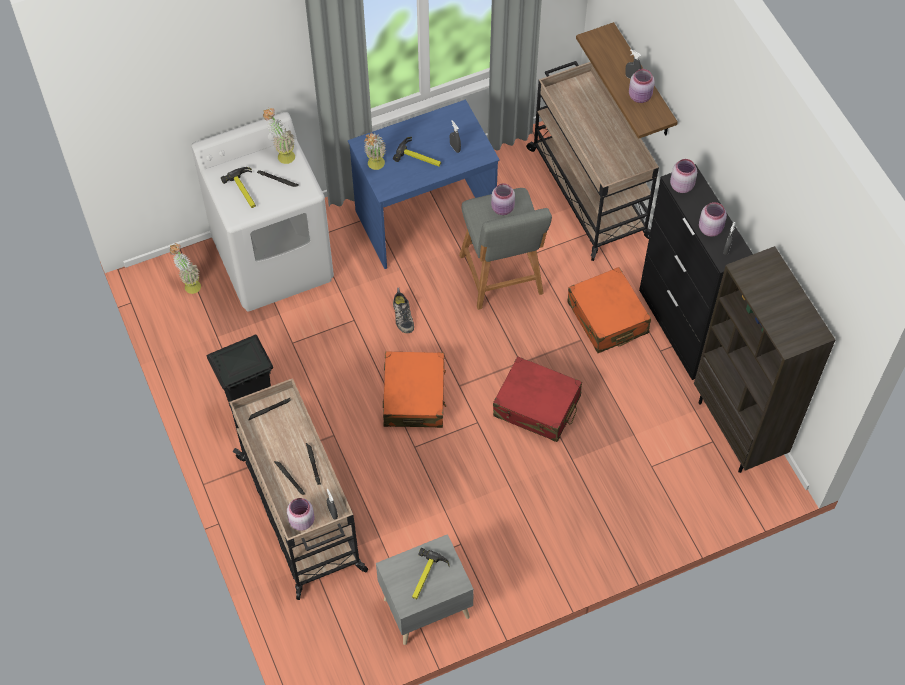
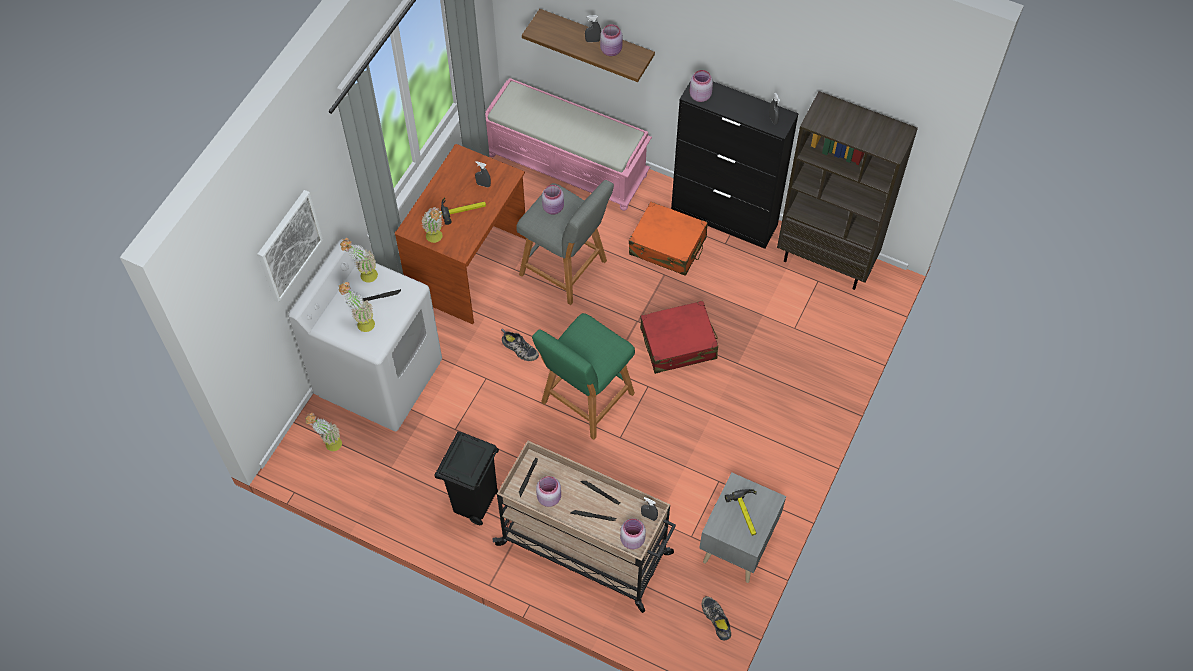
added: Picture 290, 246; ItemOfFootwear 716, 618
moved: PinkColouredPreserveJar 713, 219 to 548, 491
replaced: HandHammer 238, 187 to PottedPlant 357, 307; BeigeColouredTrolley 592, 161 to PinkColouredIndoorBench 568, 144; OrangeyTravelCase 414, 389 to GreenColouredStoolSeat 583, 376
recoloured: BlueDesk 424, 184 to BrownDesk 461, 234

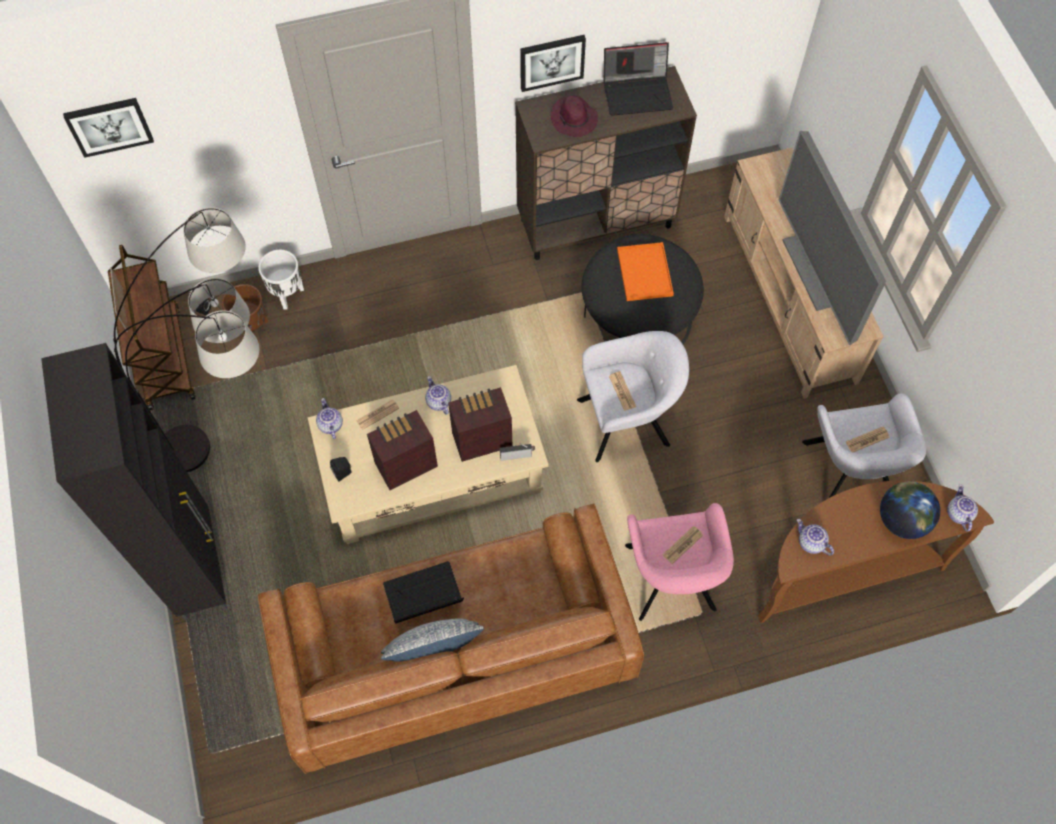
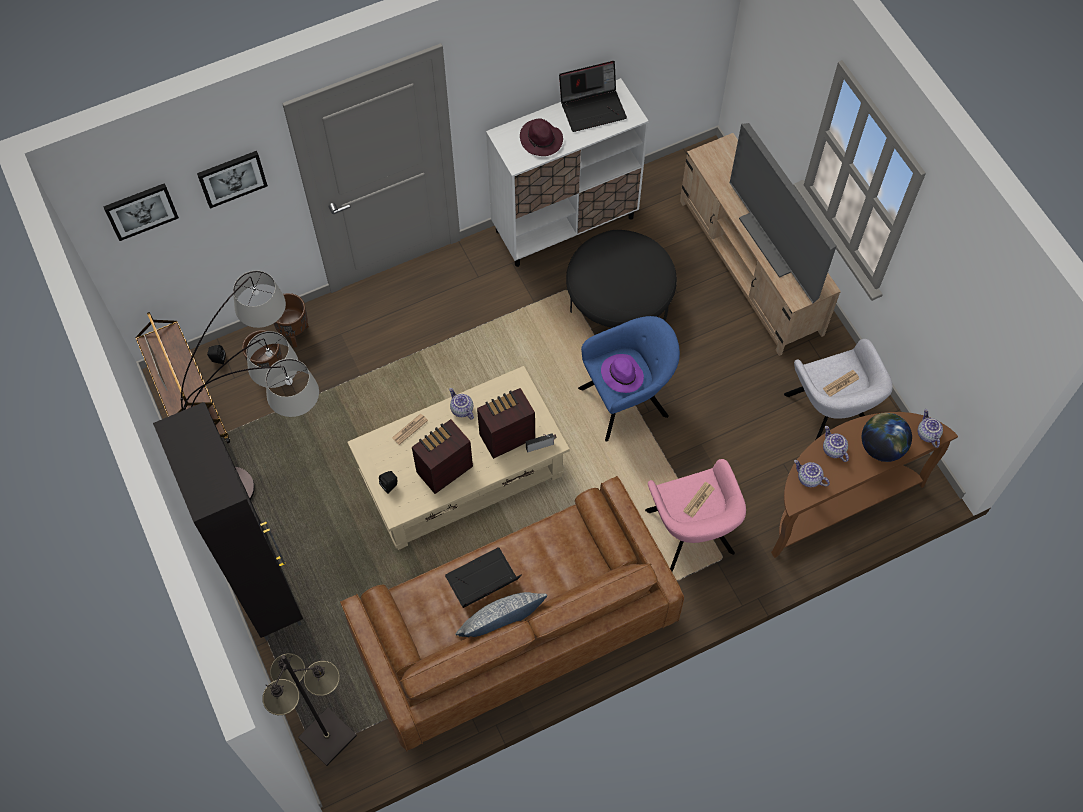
removed: OrangeyCarryingTray 645, 271
added: BlackishStandardLamp 309, 709
moved: Picture 553, 63 to 232, 180; TeaPot 329, 418 to 836, 444
replaced: DailyPaper 622, 391 to PurpleHat 622, 373
recoloured: WhiteColouredPlanter 281, 280 to BrownPlanter 291, 320; BrownStorageCabinet 606, 163 to WhiteColouredStorageCabinet 567, 172; GreyishArmchair 633, 396 to BlueArmchair 629, 379

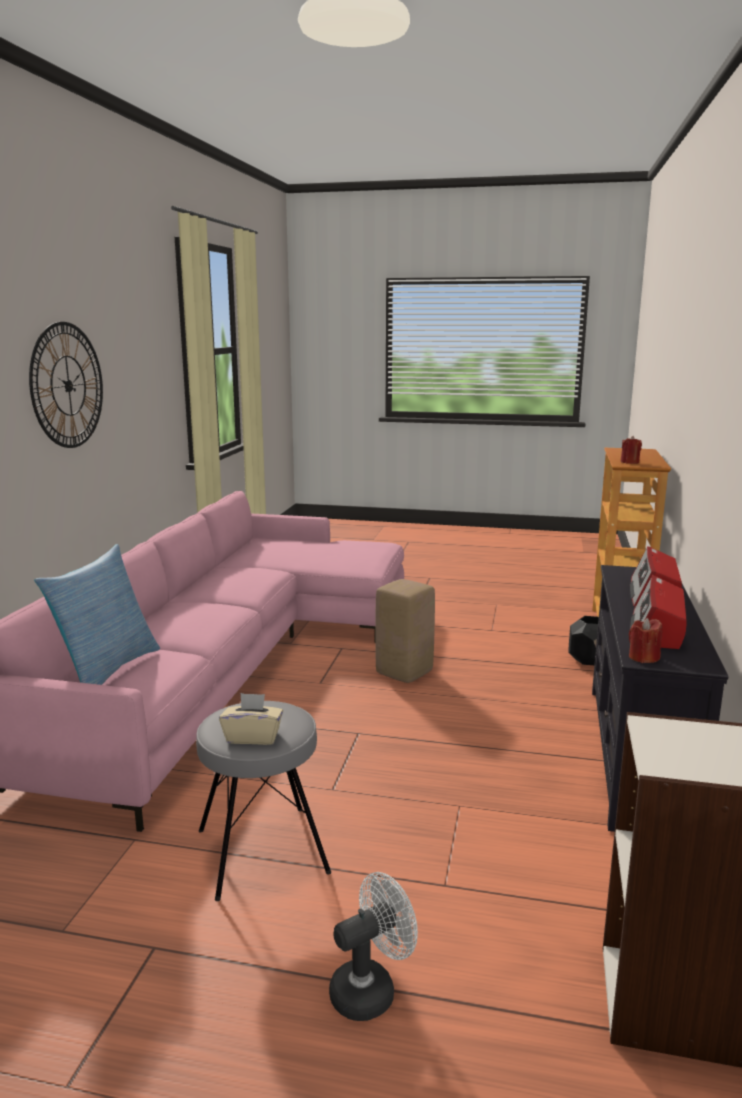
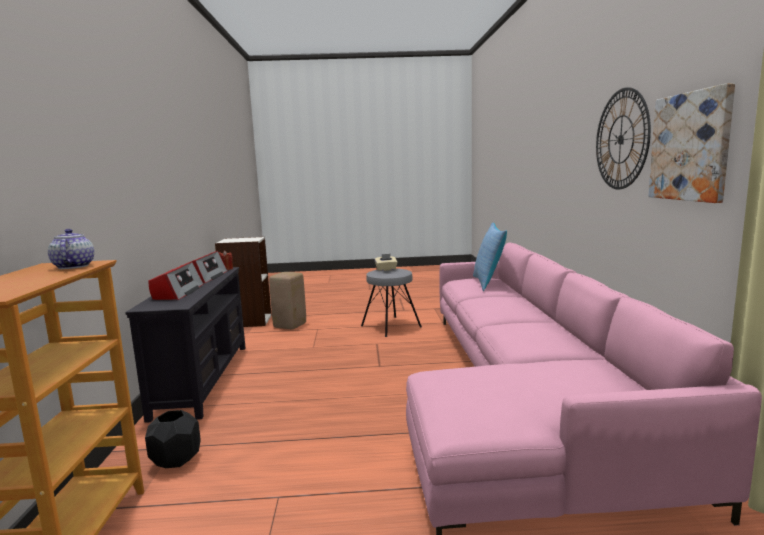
removed: WhiteColouredCoolingFan 373, 946
added: Picture 692, 143
moved: BeigeColouredStoolSeat 405, 631 to 287, 300
replaced: RedColouredWaxCandle 631, 450 to TeaPot 71, 249

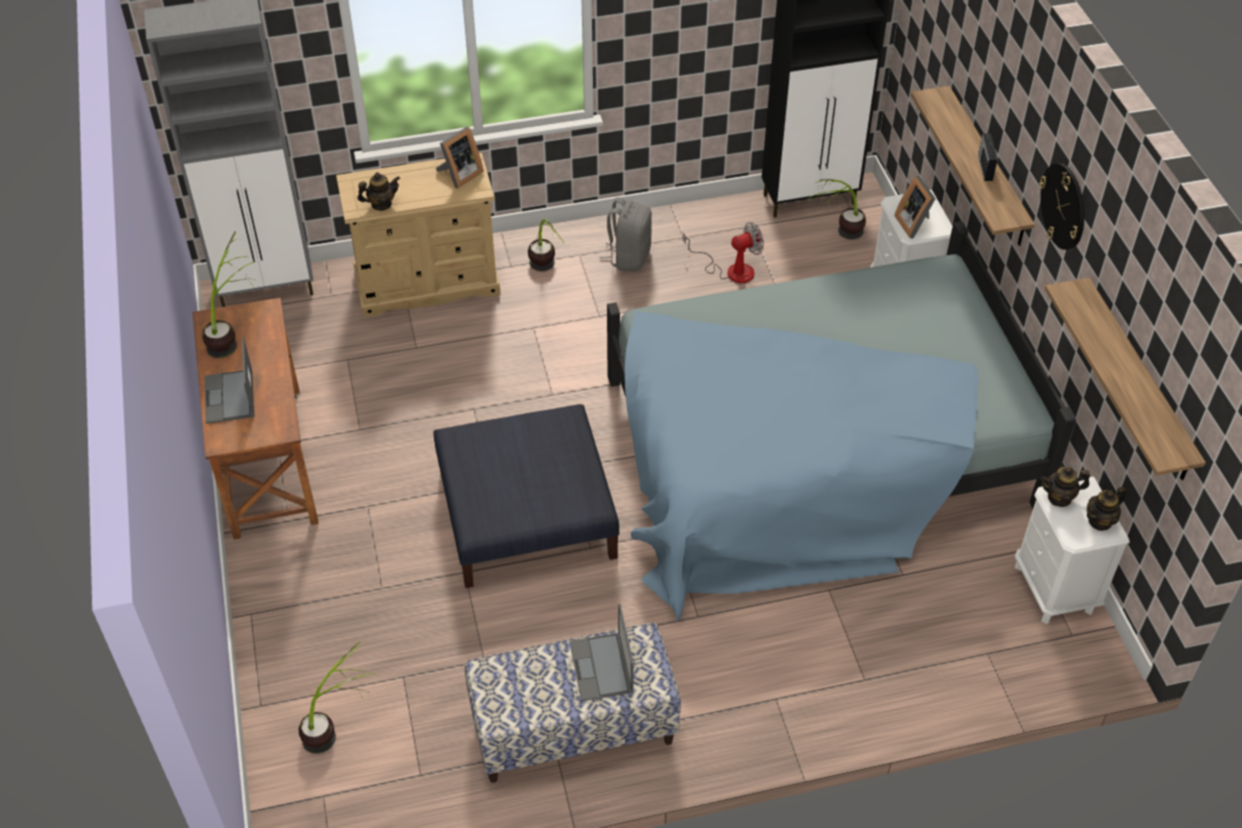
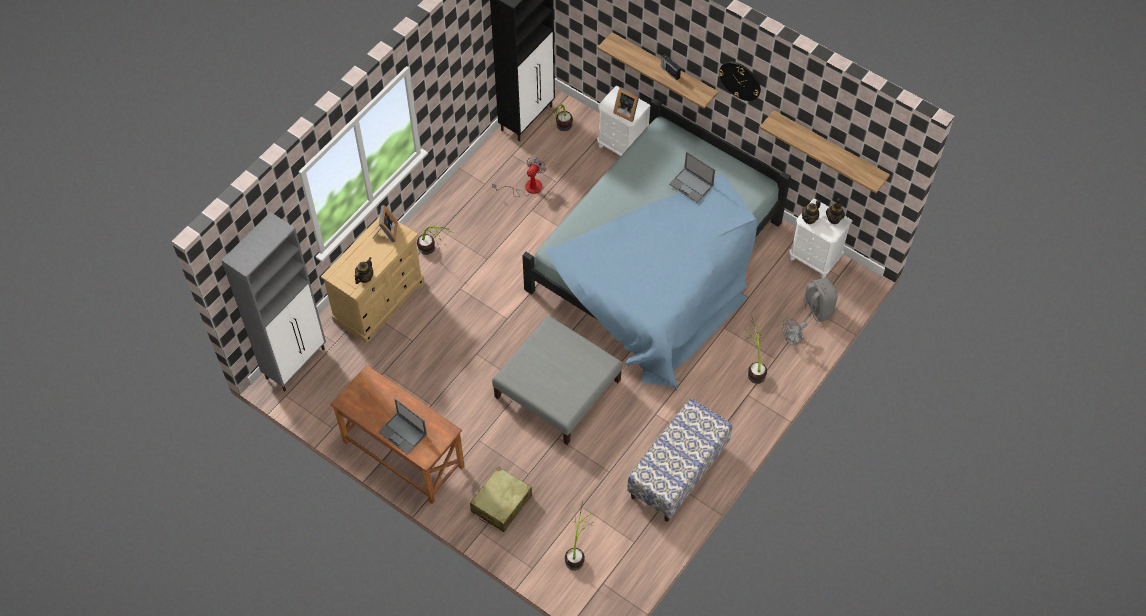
added: BeigeColouredTravelCase 501, 499; GreyishCoolingFan 794, 332
moved: PortableComputer 602, 652 to 692, 177; PottedPlant 229, 294 to 755, 350; GreyishBackpack 626, 234 to 817, 300
recoloured: BlueOttoman 526, 496 to GreyishOttoman 557, 380

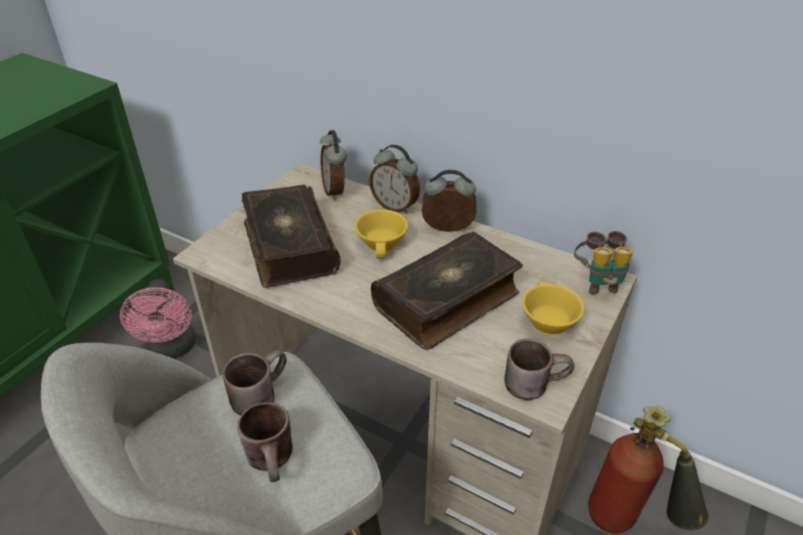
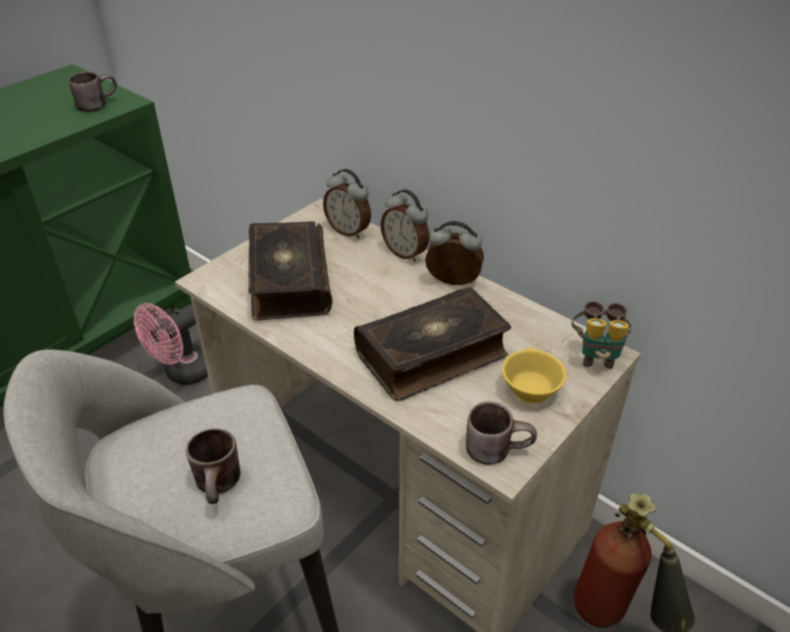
removed: YellowSmallCup 381, 234
moved: BrownMug 255, 382 to 93, 92
turned: PinkColouredCoolingFan 158, 318 = 170, 344 45 degrees clockwise; AlarmClock 333, 165 = 347, 204 45 degrees counterclockwise

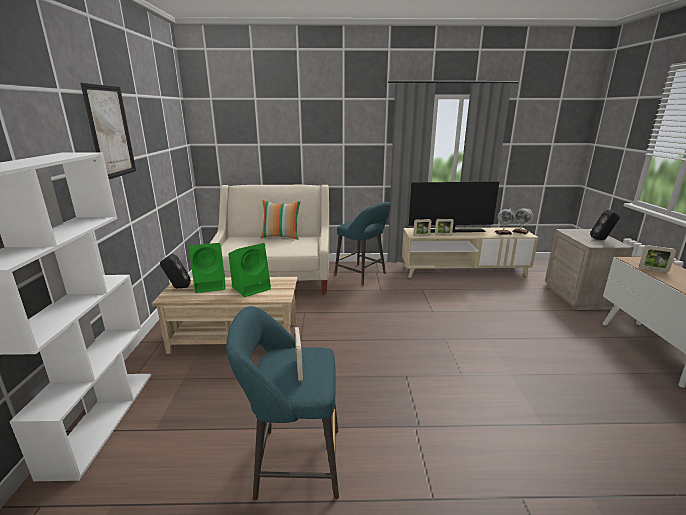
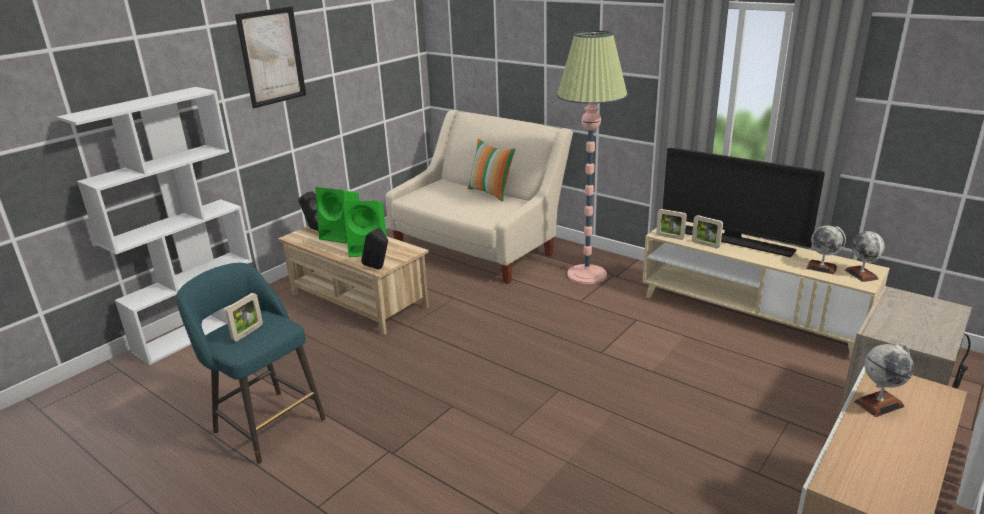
moved: BlackishLoudspeaker 605, 225 to 374, 248
replaced: TurquoiseStoolSeat 362, 244 to StandardLamp 592, 157; PhotoFrame 657, 258 to DeskGlobe 884, 380

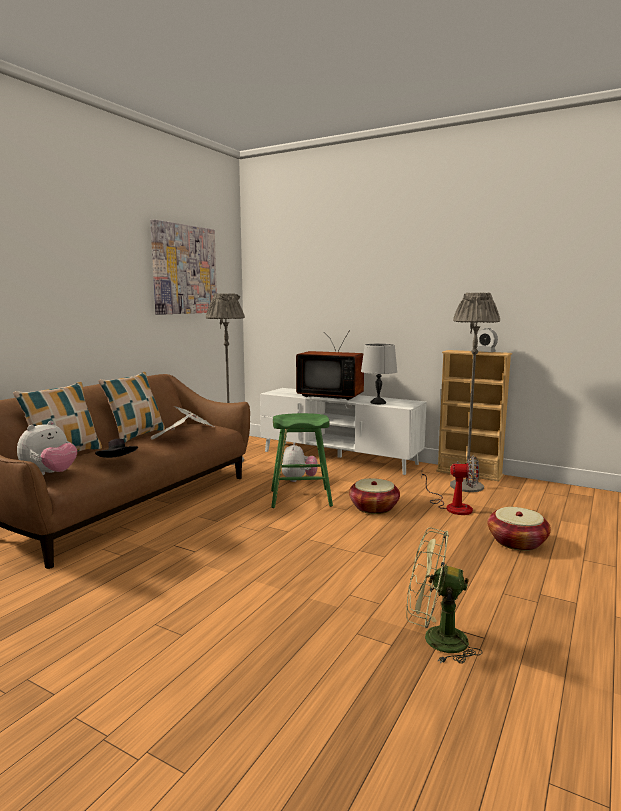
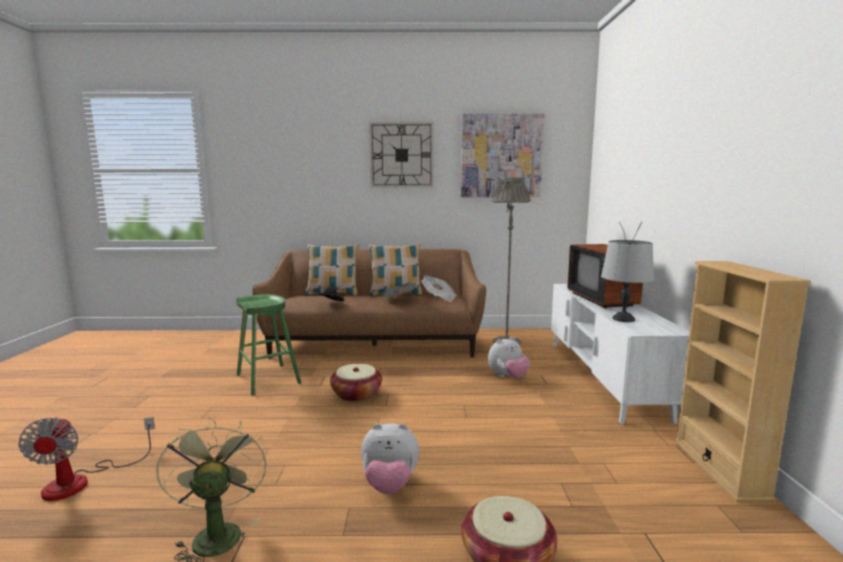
removed: GreyishStandardLamp 475, 392; AlarmClock 487, 340
added: ClockOnTheWall 401, 155
moved: CoolingFan 450, 485 to 86, 459; GreenColouredStoolSeat 302, 460 to 268, 344; StorageBasket 374, 496 to 356, 383; CuddlyToy 47, 448 to 390, 458

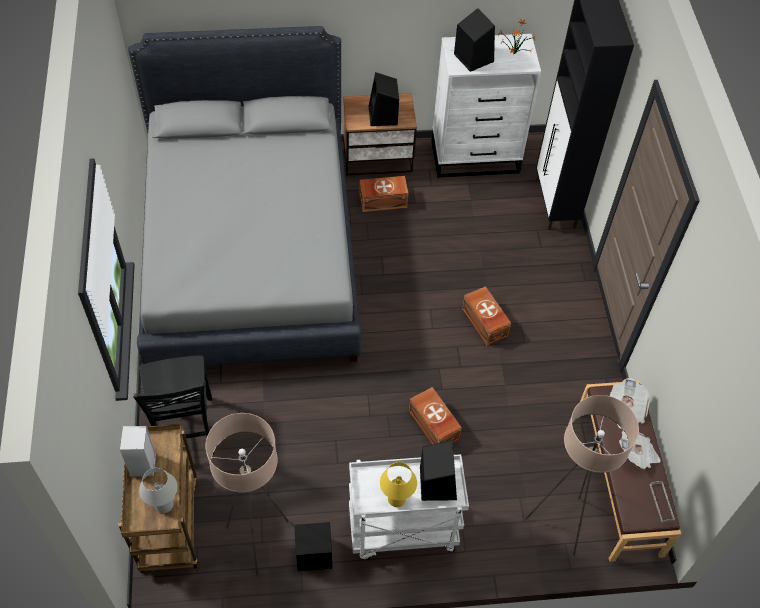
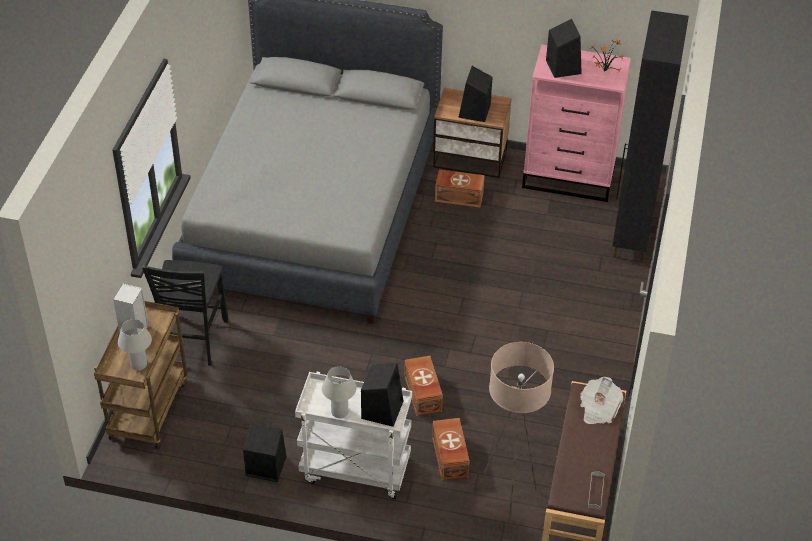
removed: BeigeColouredStandardLamp 247, 494; DailyPaper 640, 450
moved: BrownStorageBin 486, 316 to 450, 449
recoloured: YellowLampForATable 398, 484 to WhiteColouredLampForATable 339, 392; WhiteColouredDresser 486, 106 to PinkColouredDresser 576, 123

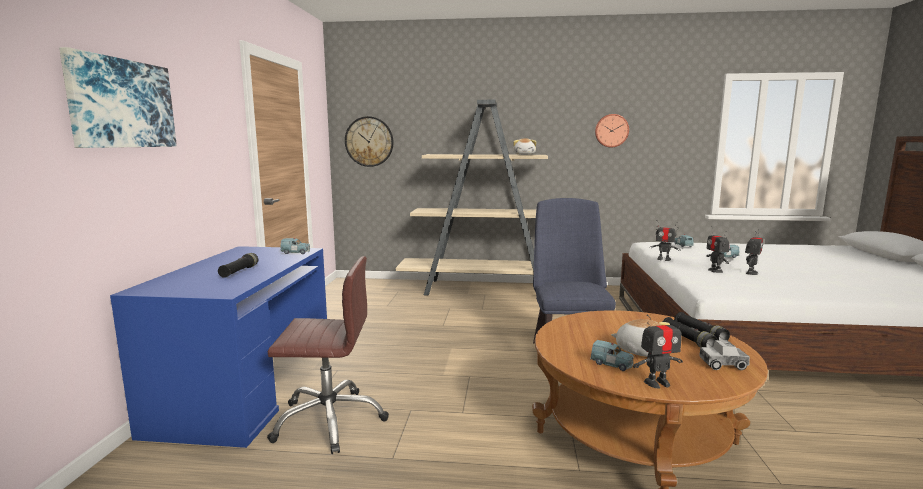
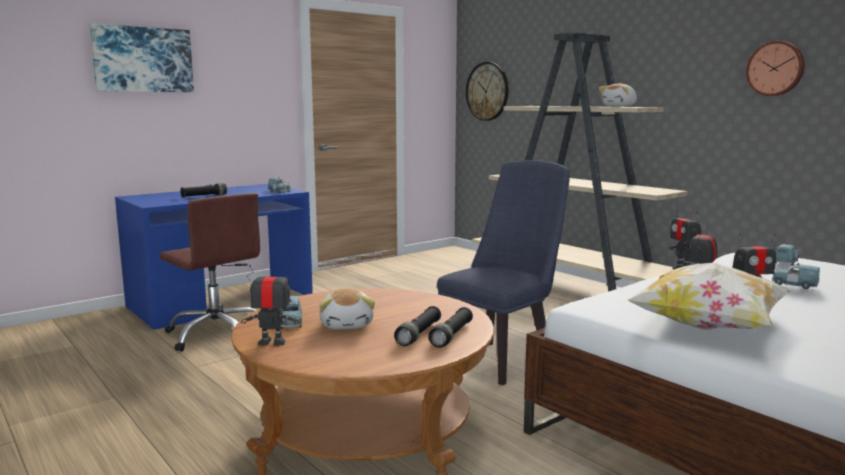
removed: ModelTruck 724, 355
added: ThrowPillow 709, 296
turned: ModelRobot 658, 351 = 271, 304 150 degrees clockwise

